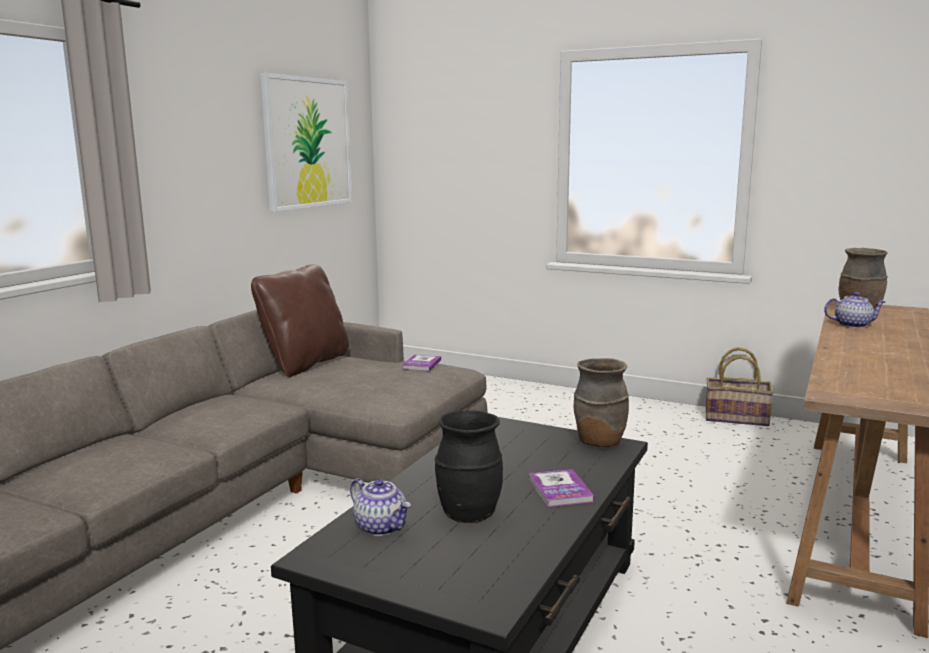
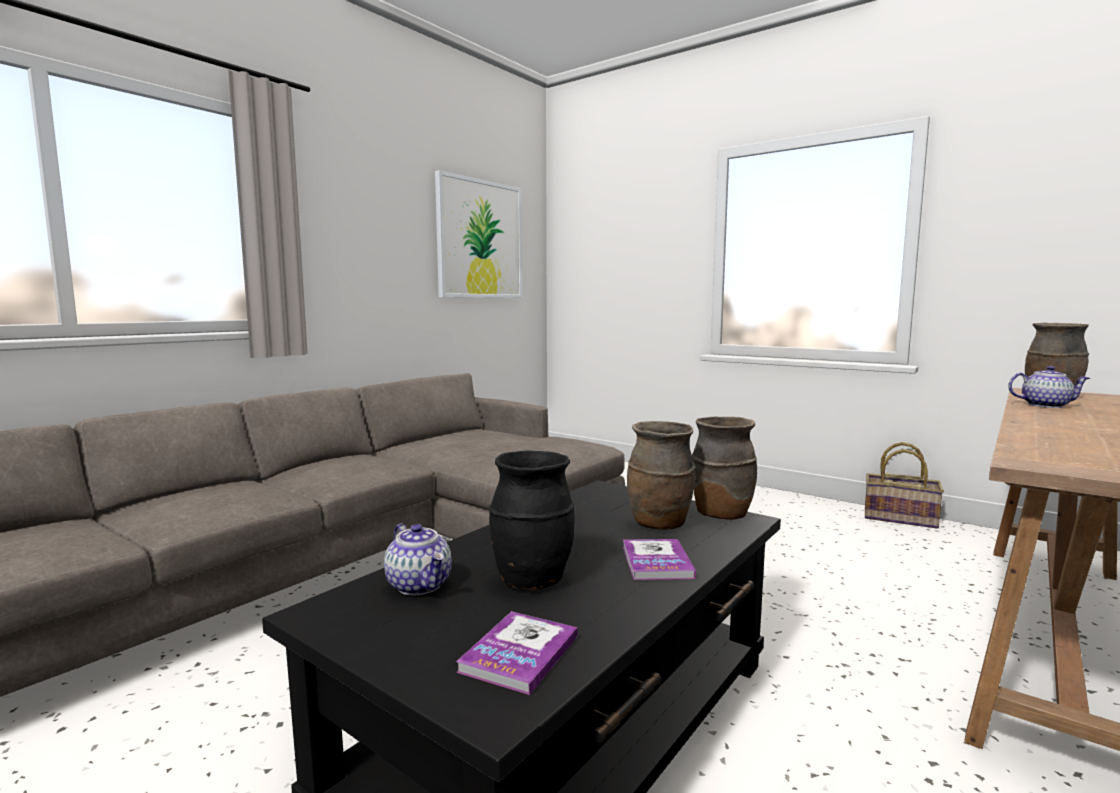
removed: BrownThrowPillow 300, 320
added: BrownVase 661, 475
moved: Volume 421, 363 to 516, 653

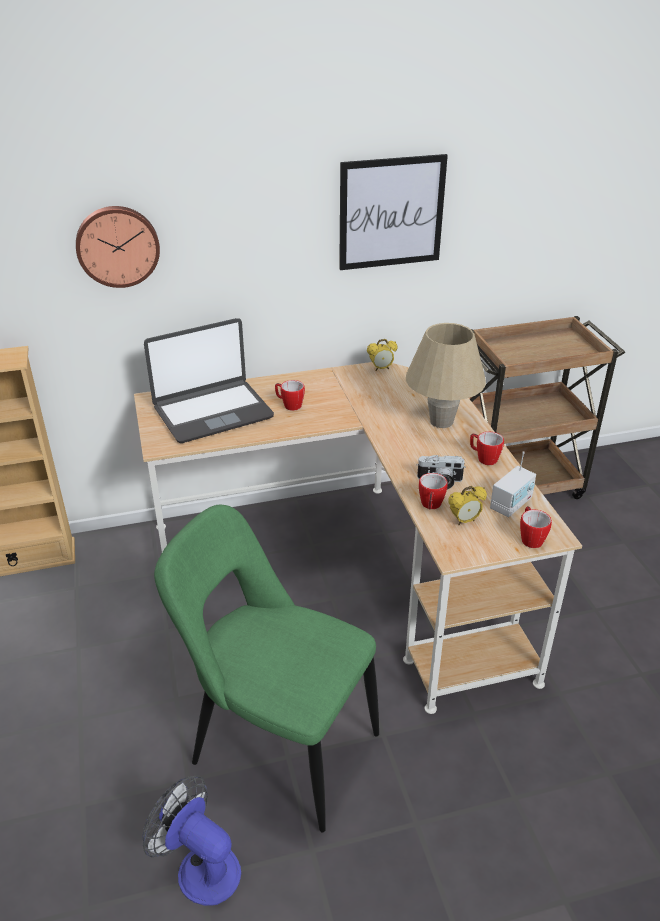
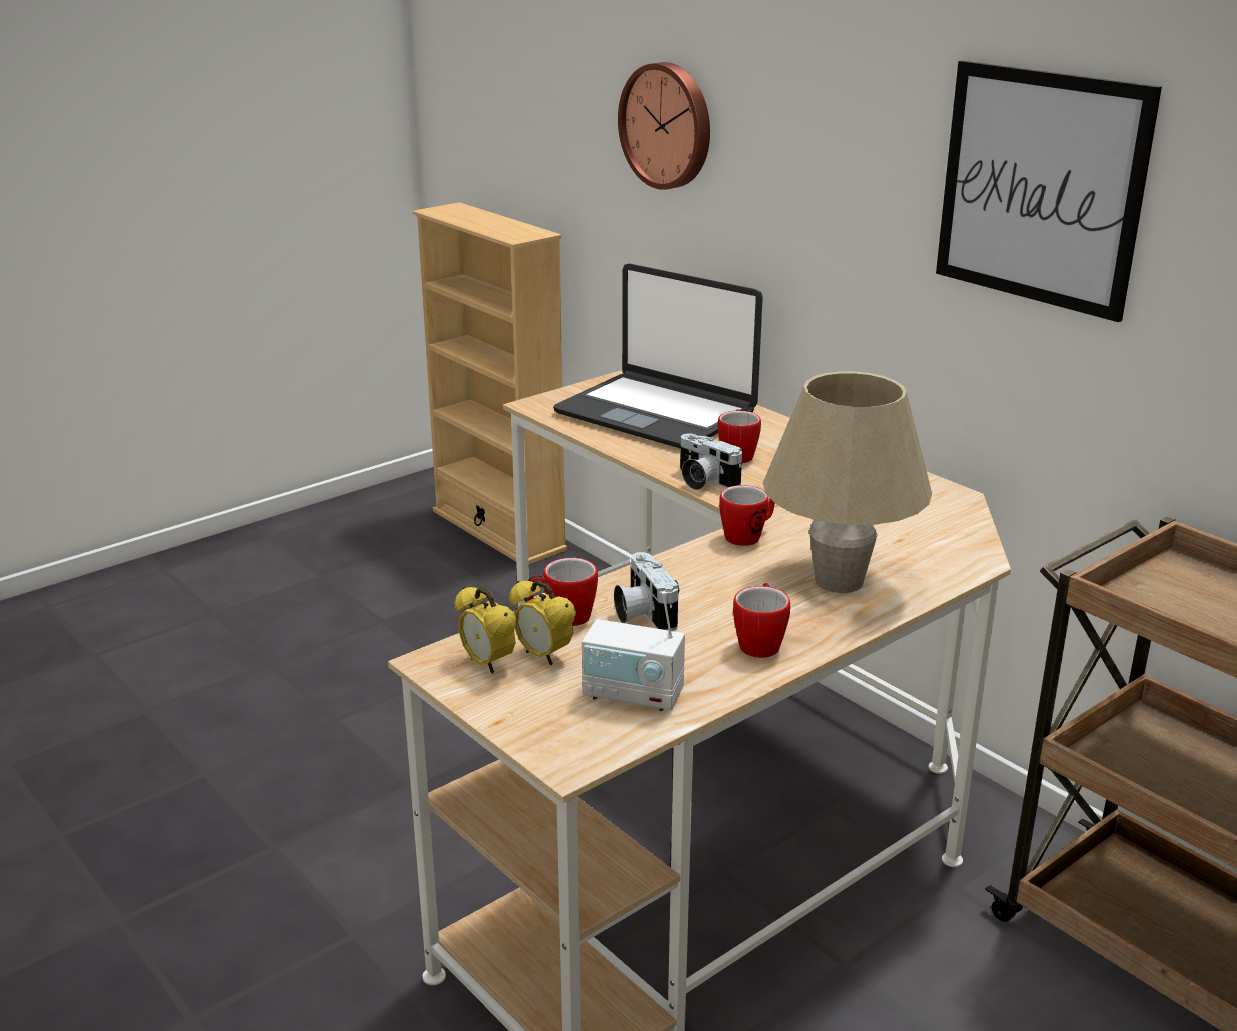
removed: CoolingFan 191, 841; GreenColouredChair 266, 668
added: StillCamera 711, 461
moved: AlarmClock 382, 355 to 485, 630; Mug 536, 527 to 747, 515

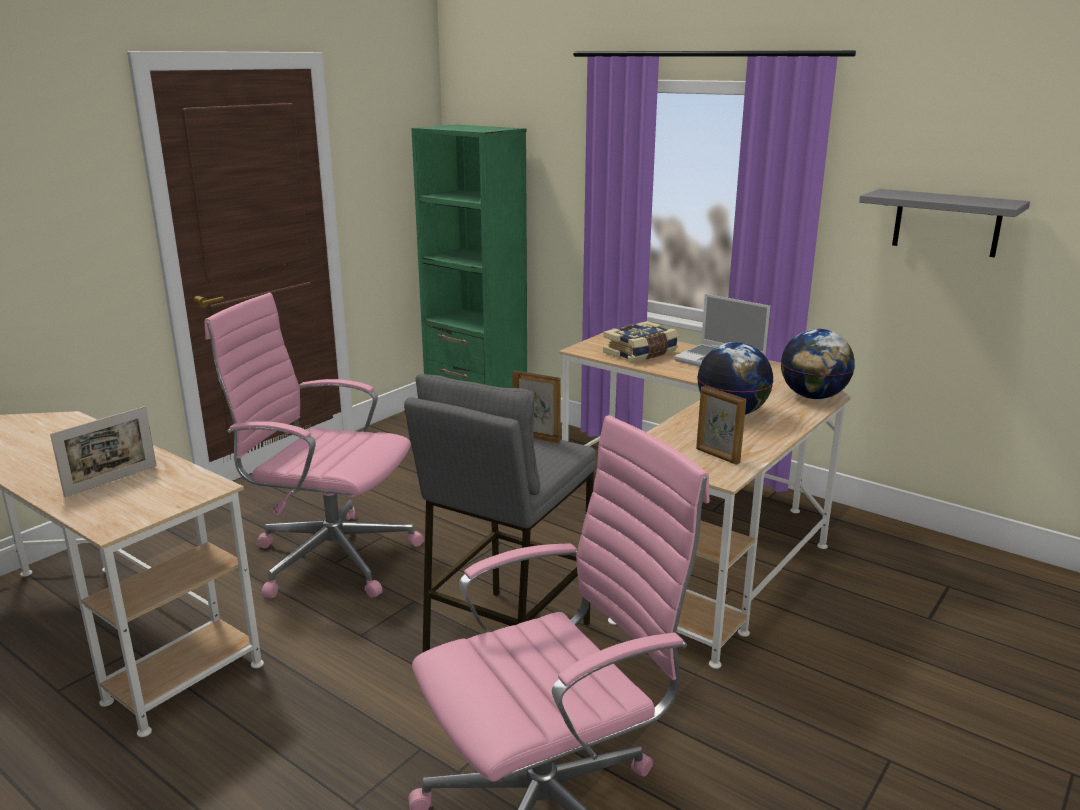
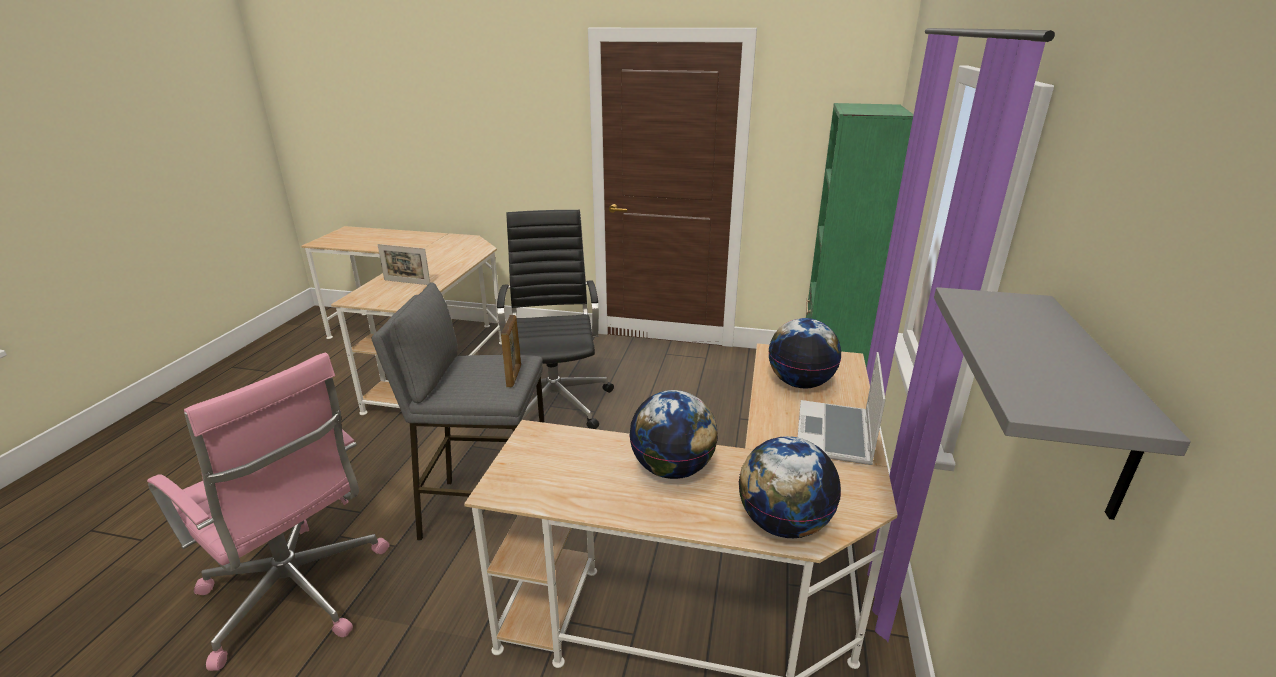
removed: PhotoFrame 721, 425
replaced: Volume 641, 342 to DeskGlobe 804, 353
recoloured: PinkColouredComputerChair 314, 445 to BlackishComputerChair 555, 319

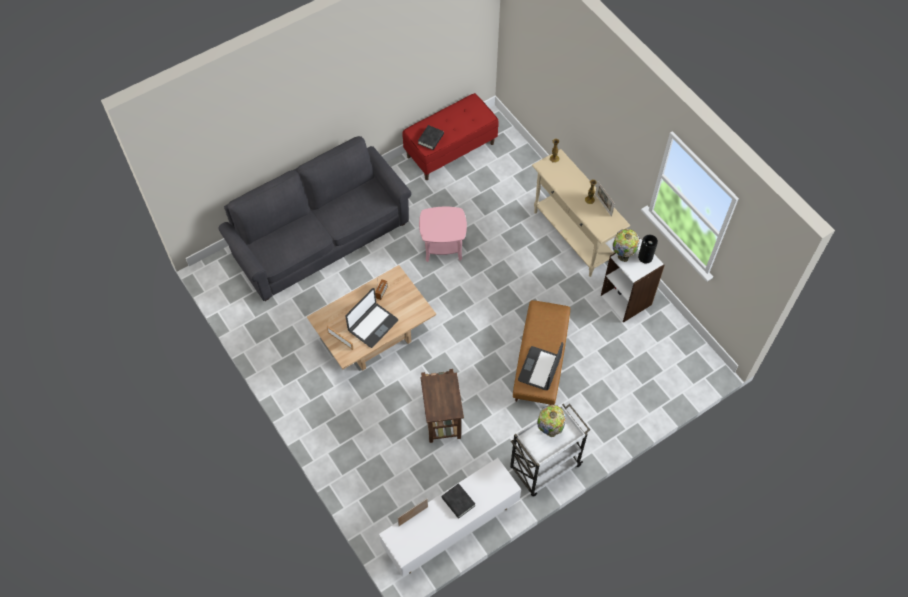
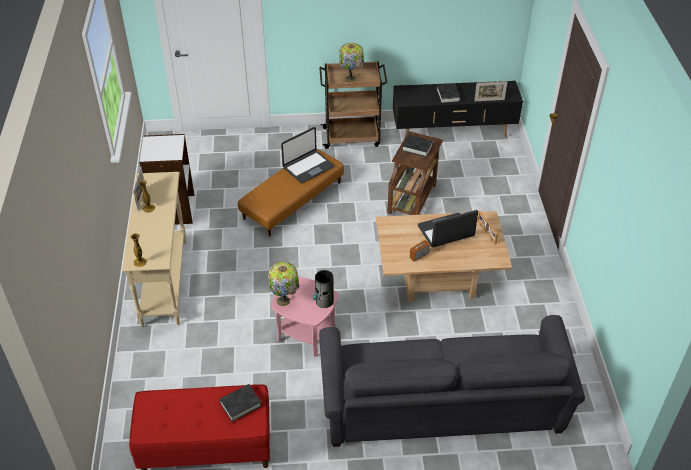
added: BlackishVolume 417, 146
moved: LampForATable 626, 245 to 283, 284; Vase 648, 249 to 323, 289
recoloured: WhiteColouredTrolley 550, 450 to BrownTrolley 353, 105; WhiteColouredTvUnit 450, 517 to BlackishTvUnit 458, 109

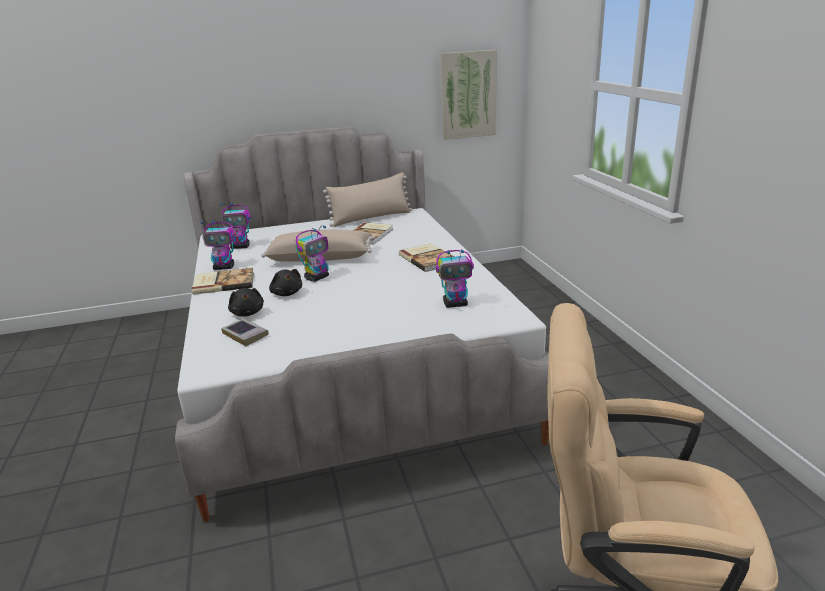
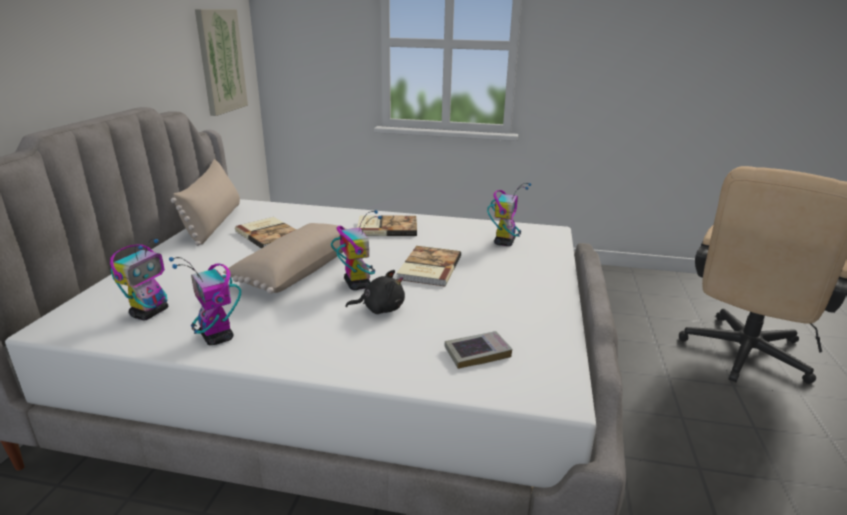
removed: BlackishCuddlyToy 246, 302
moved: Volume 223, 281 to 429, 266
turned: ModelRobot 217, 245 = 205, 301 120 degrees clockwise

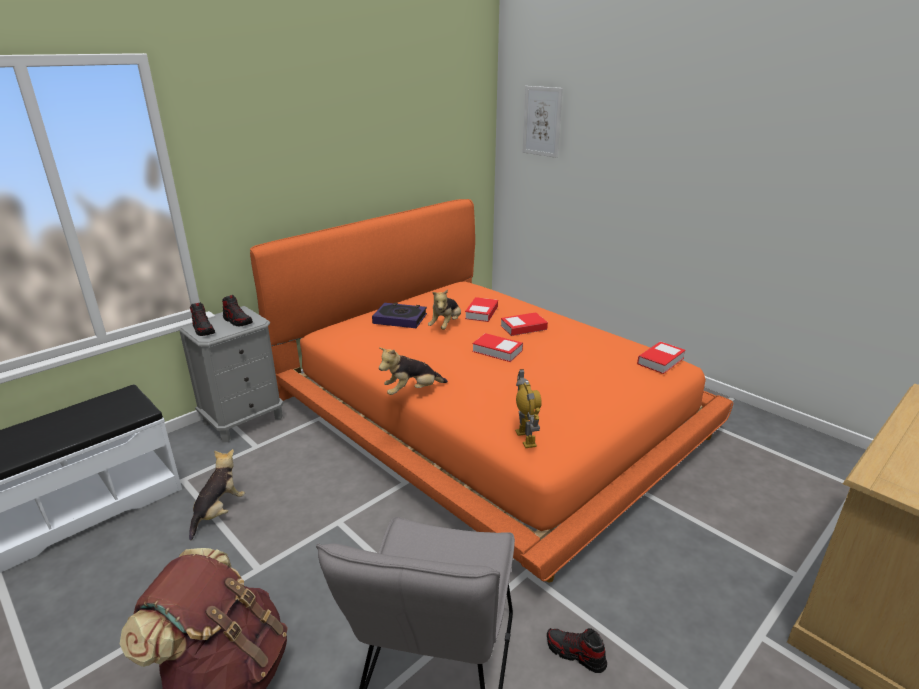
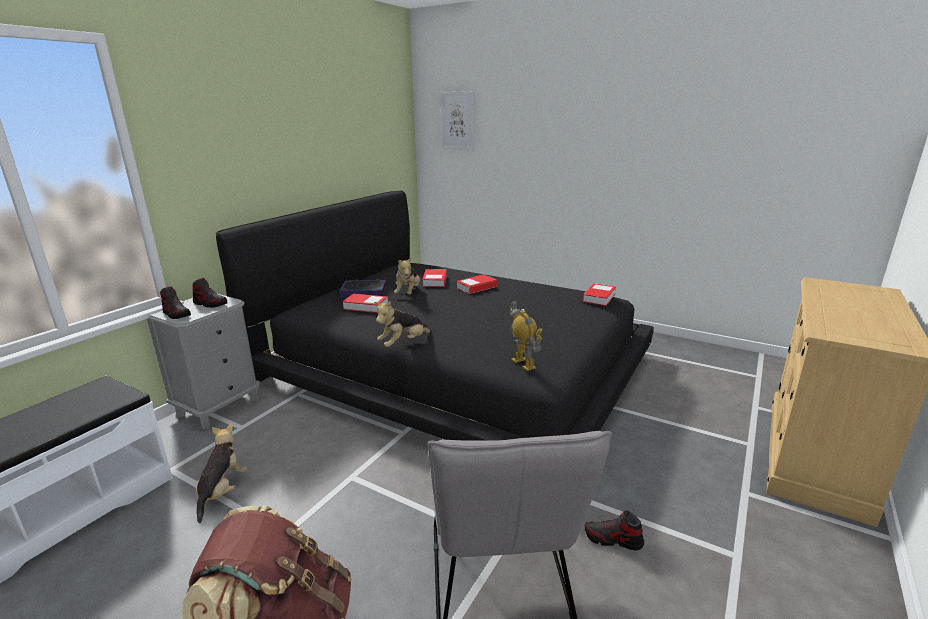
moved: Volume 497, 347 to 365, 303
recoloured: OrangeyBedroomBed 492, 391 to BlackishBedroomBed 435, 315

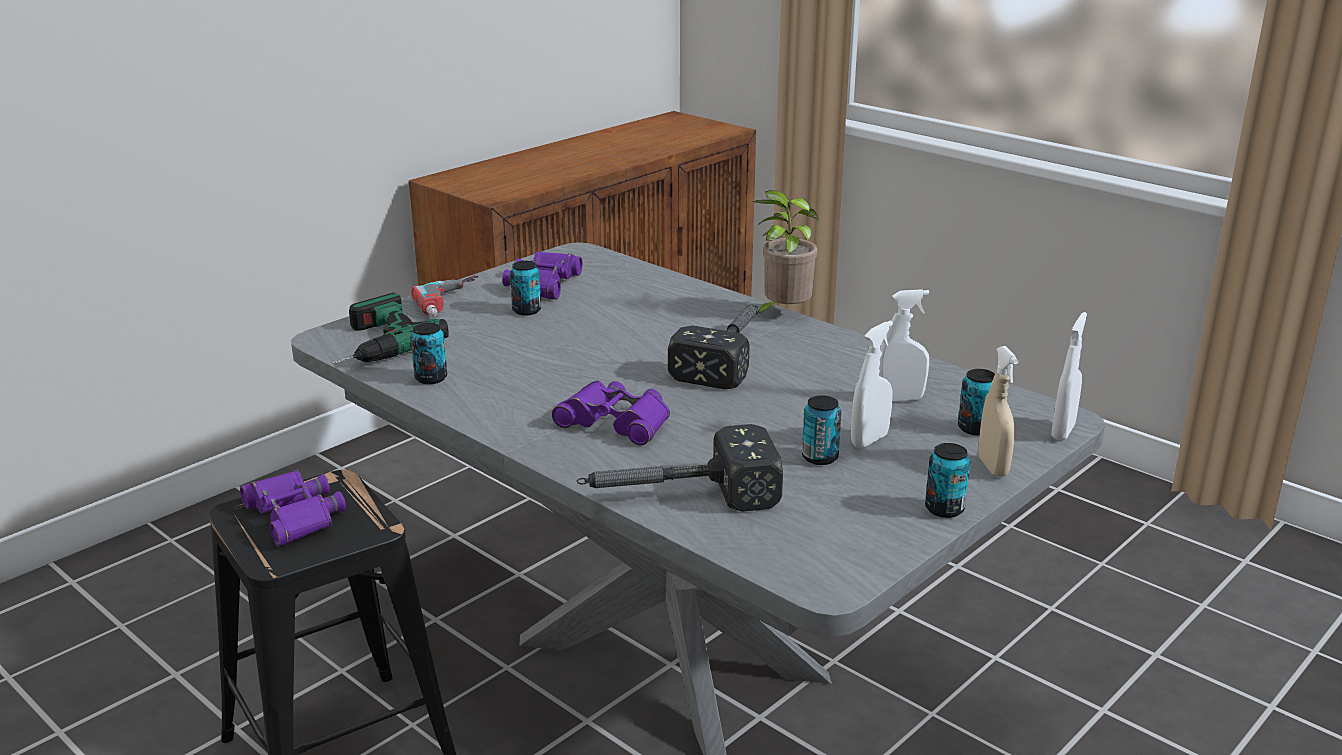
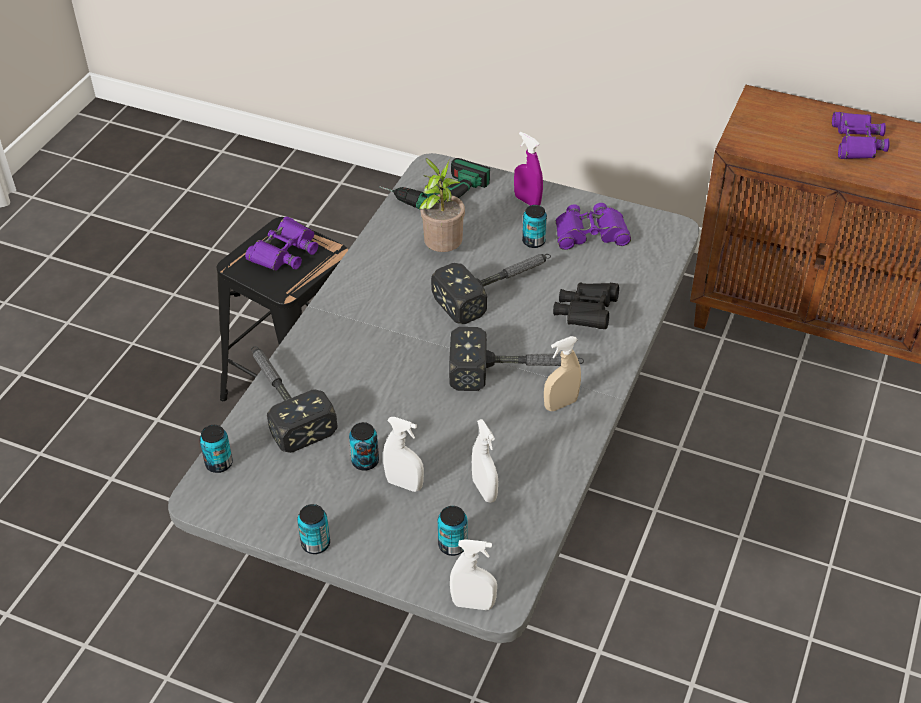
added: HandHammer 491, 289; BlackishFieldGlasses 586, 305
moved: SealedCan 429, 353 to 216, 449; PottedPlant 786, 252 to 442, 205; BeigeColouredHandSprayer 998, 411 to 562, 373; PurpleFieldGlasses 611, 413 to 860, 135
replaced: PowerDrill 444, 296 to PurpleHandSprayer 528, 168

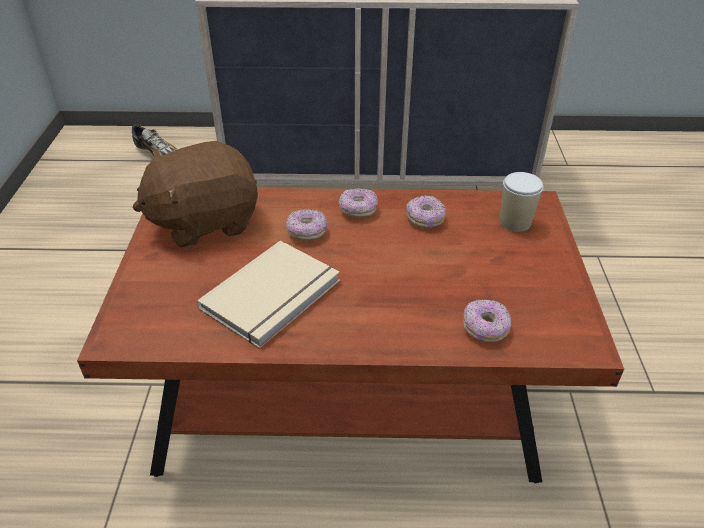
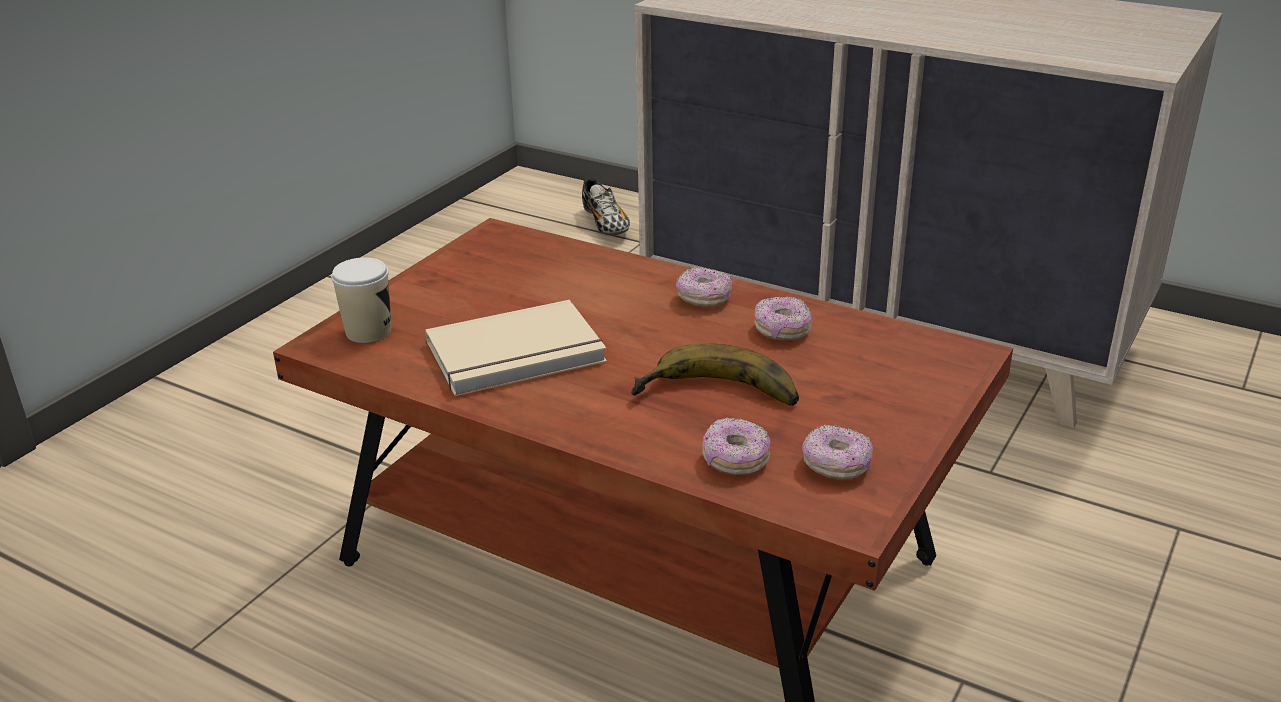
removed: BrownCuddlyToy 195, 194
added: Banana 715, 374
moved: SmallCup 521, 202 to 361, 300; Donut 306, 225 to 837, 452

